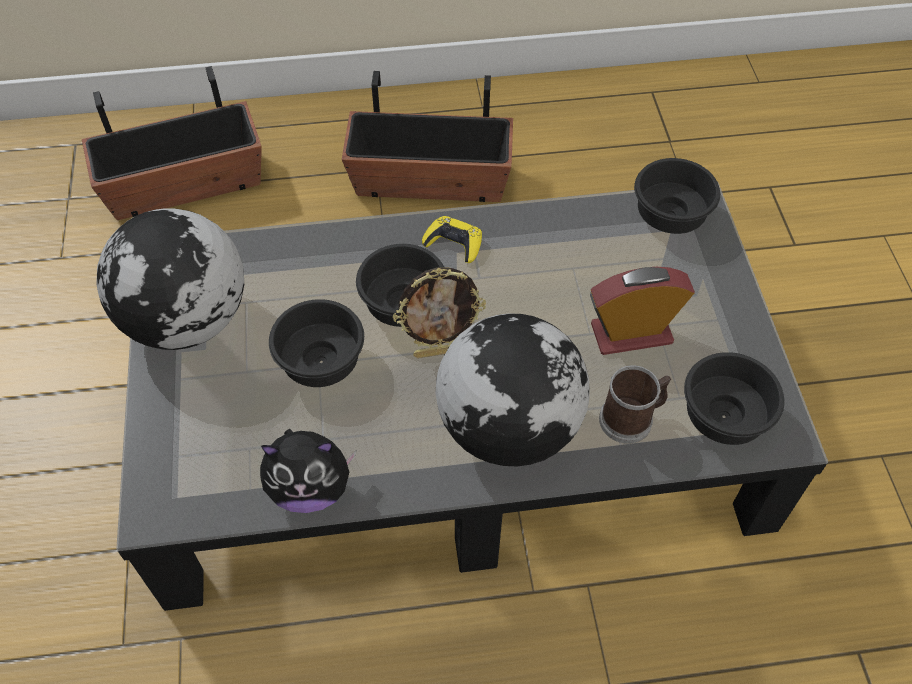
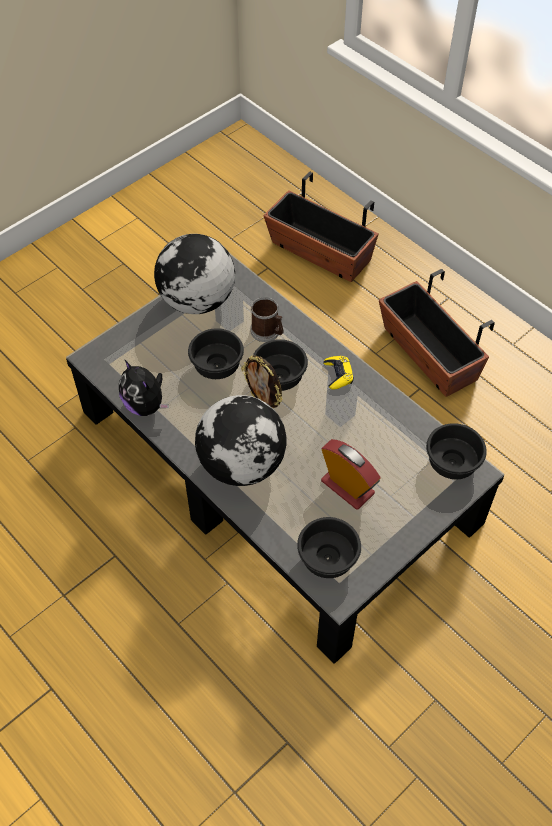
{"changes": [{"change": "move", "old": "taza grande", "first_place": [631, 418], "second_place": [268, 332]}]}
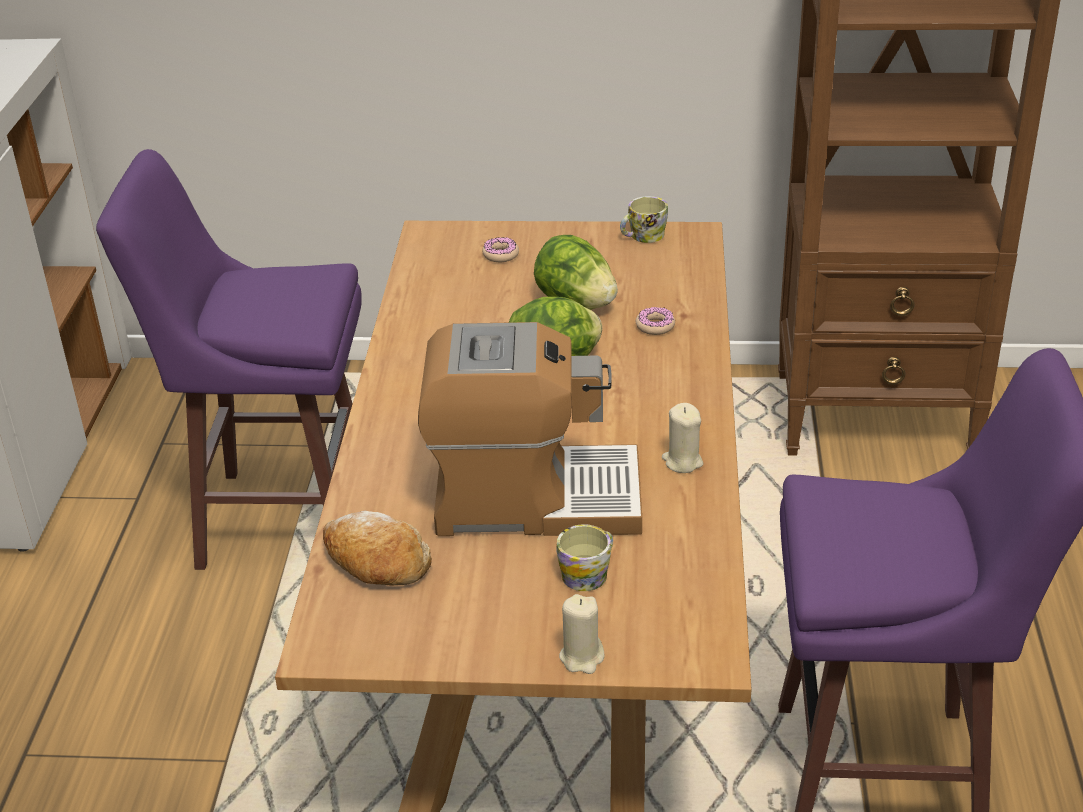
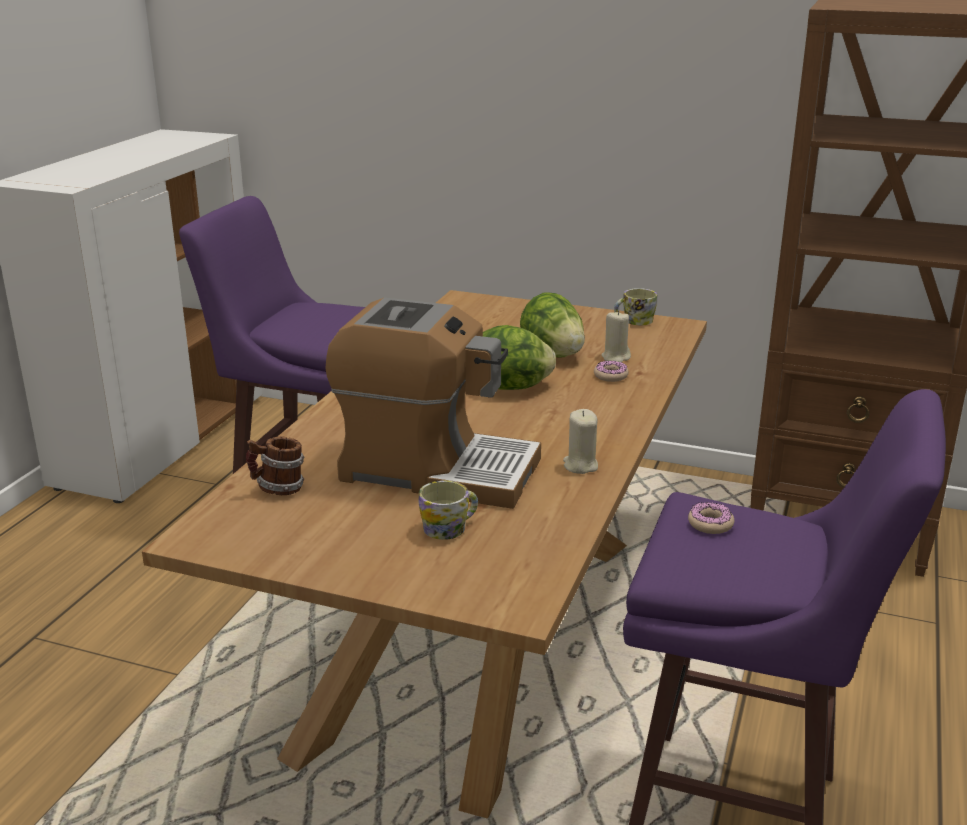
{"changes": [{"change": "move", "old": "rosquilla", "first_place": [500, 255], "second_place": [710, 524]}, {"change": "replace", "old": "pan", "new": "taza grande", "first_place": [376, 562], "second_place": [278, 489]}, {"change": "move", "old": "vela (beis)", "first_place": [582, 657], "second_place": [616, 357]}]}
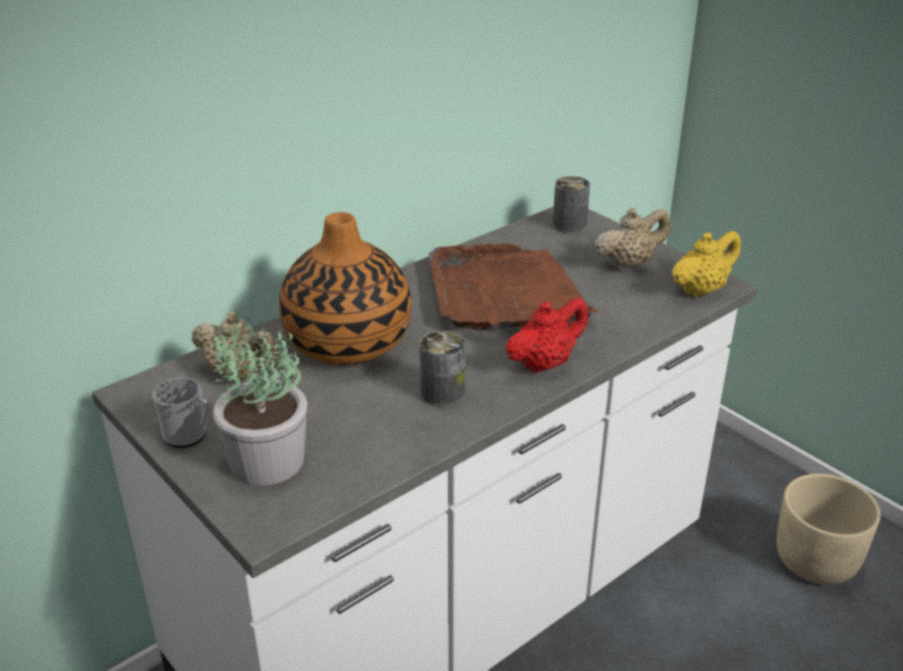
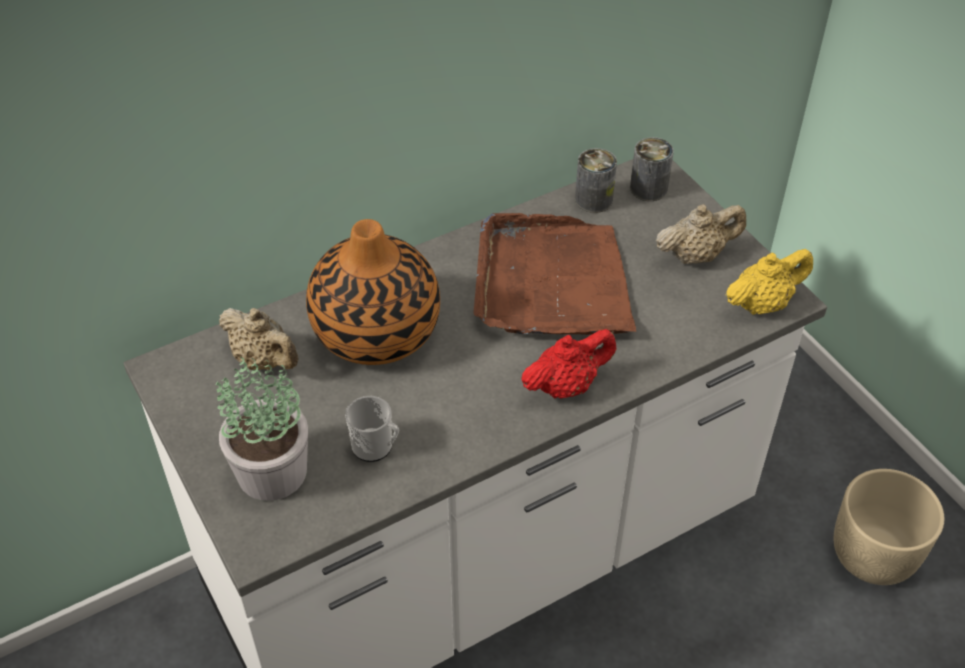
{"changes": [{"change": "move", "old": "lata", "first_place": [442, 392], "second_place": [593, 199]}, {"change": "move", "old": "taza grande", "first_place": [189, 435], "second_place": [376, 447]}]}
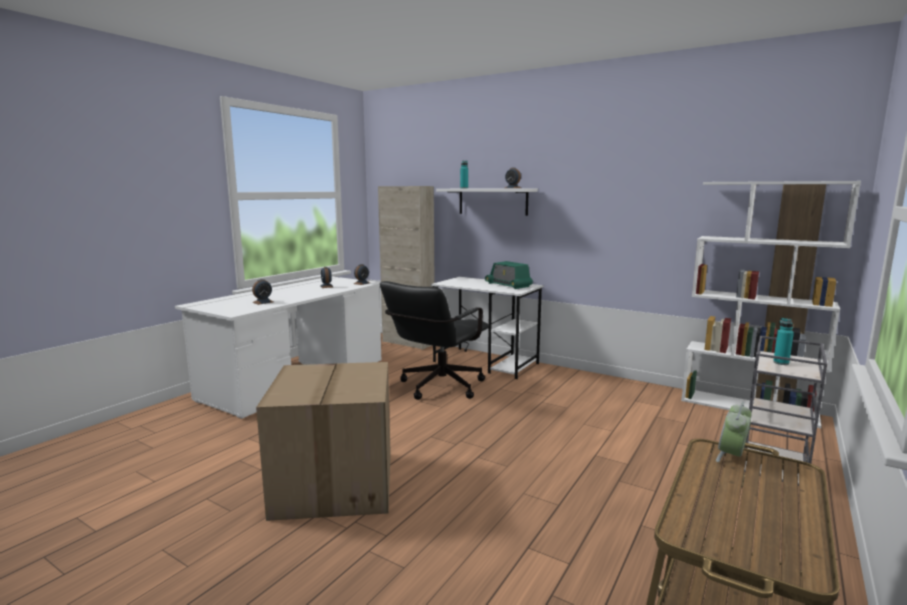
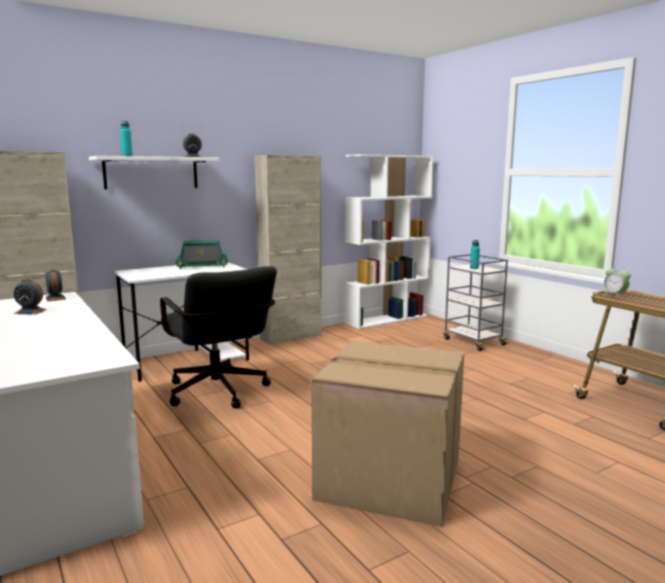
{"changes": [{"change": "delete", "old": "despertador", "first_place": [263, 302]}, {"change": "insert", "new": "armario (beis)", "second_place": [291, 337]}]}
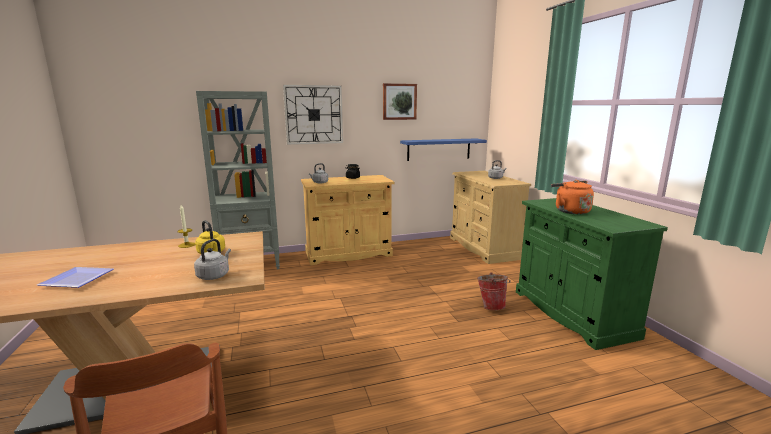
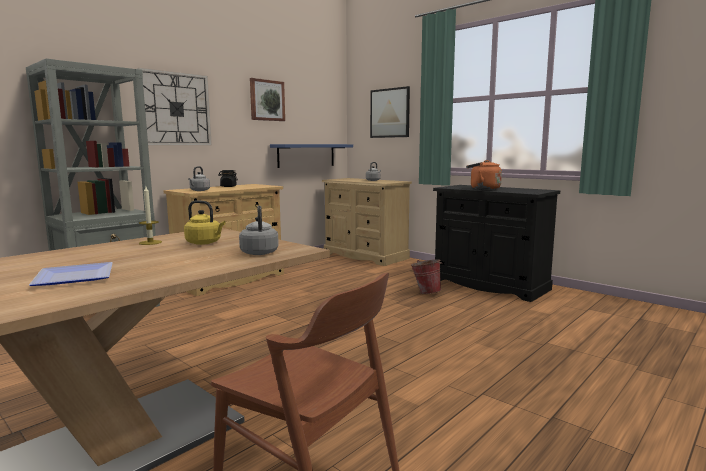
{"changes": [{"change": "recolor", "old": "armario (verde)", "new": "armario (negro)", "first_place": [572, 313], "second_place": [489, 285]}, {"change": "insert", "new": "cuadro", "second_place": [390, 113]}]}
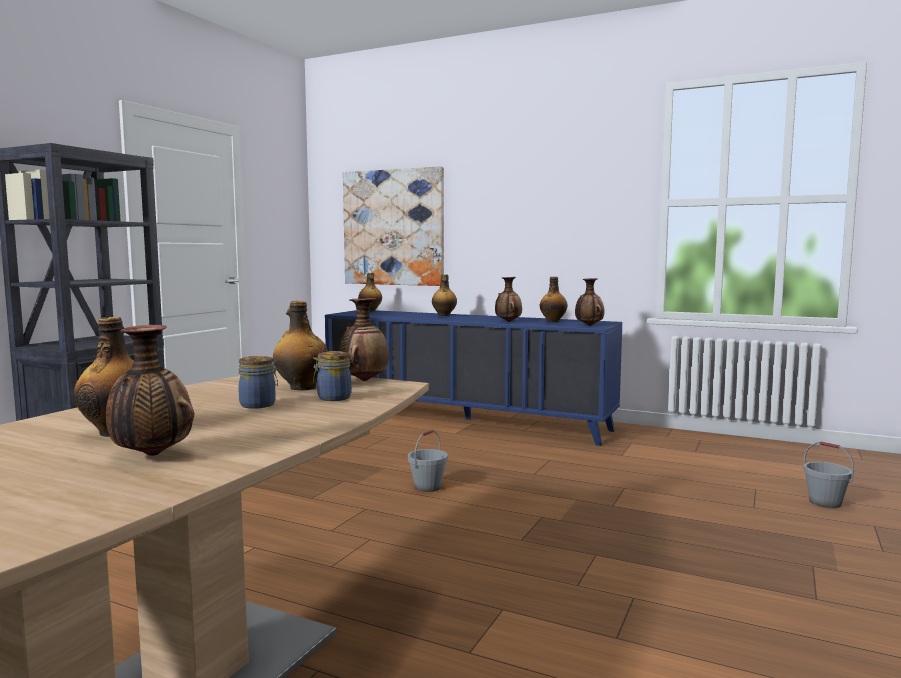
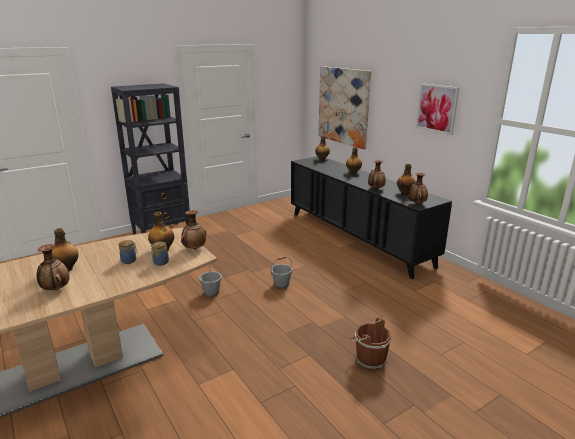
{"changes": [{"change": "recolor", "old": "armario (azul)", "new": "armario (negro)", "first_place": [465, 420], "second_place": [357, 238]}, {"change": "move", "old": "cubo (gris)", "first_place": [825, 502], "second_place": [211, 293]}, {"change": "insert", "new": "cuadro", "second_place": [437, 108]}, {"change": "insert", "new": "cubo (marrón)", "second_place": [369, 359]}]}
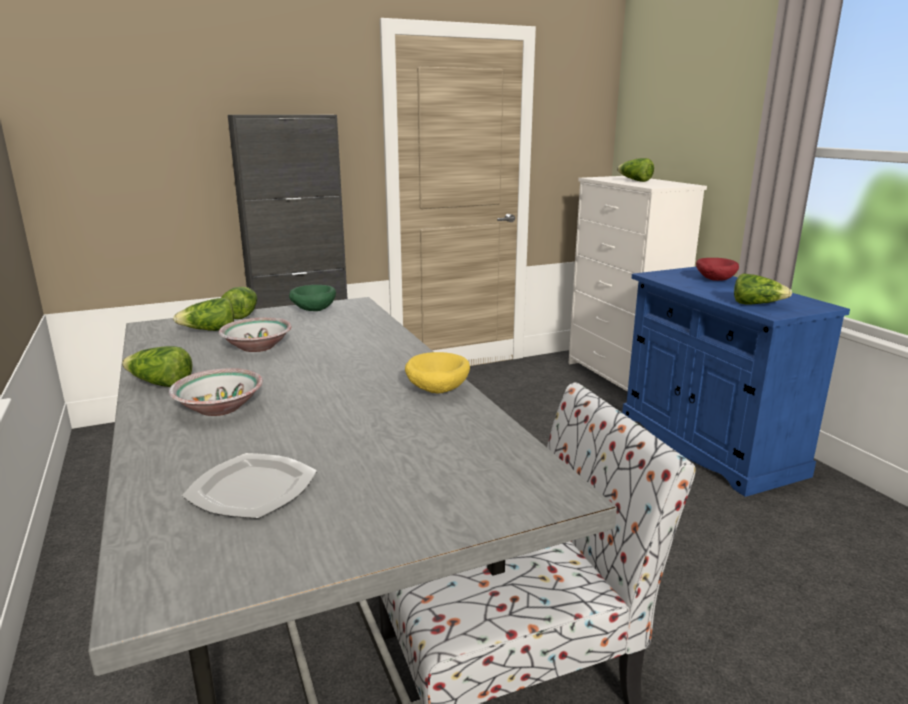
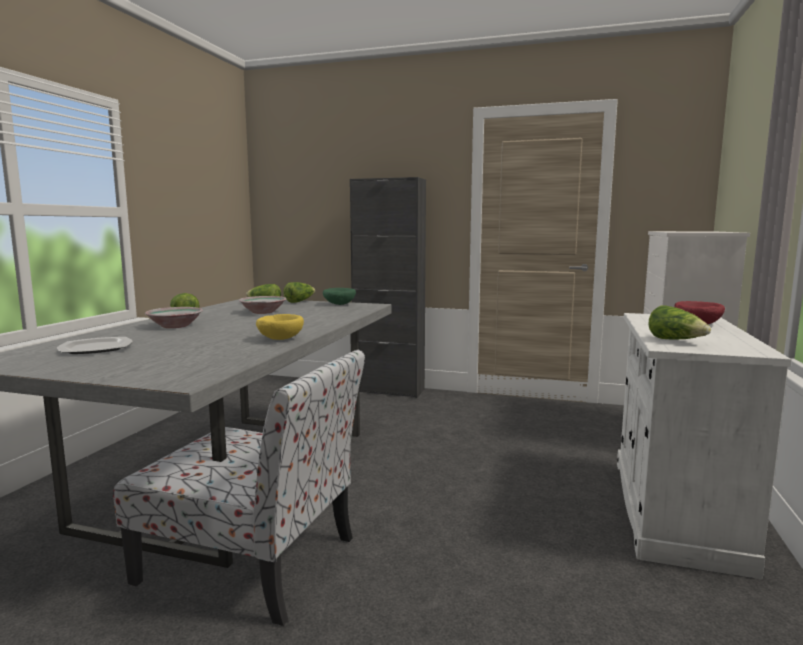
{"changes": [{"change": "delete", "old": "lechuga", "first_place": [634, 180]}, {"change": "recolor", "old": "armario (azul)", "new": "armario (blanco)", "first_place": [708, 444], "second_place": [674, 510]}]}
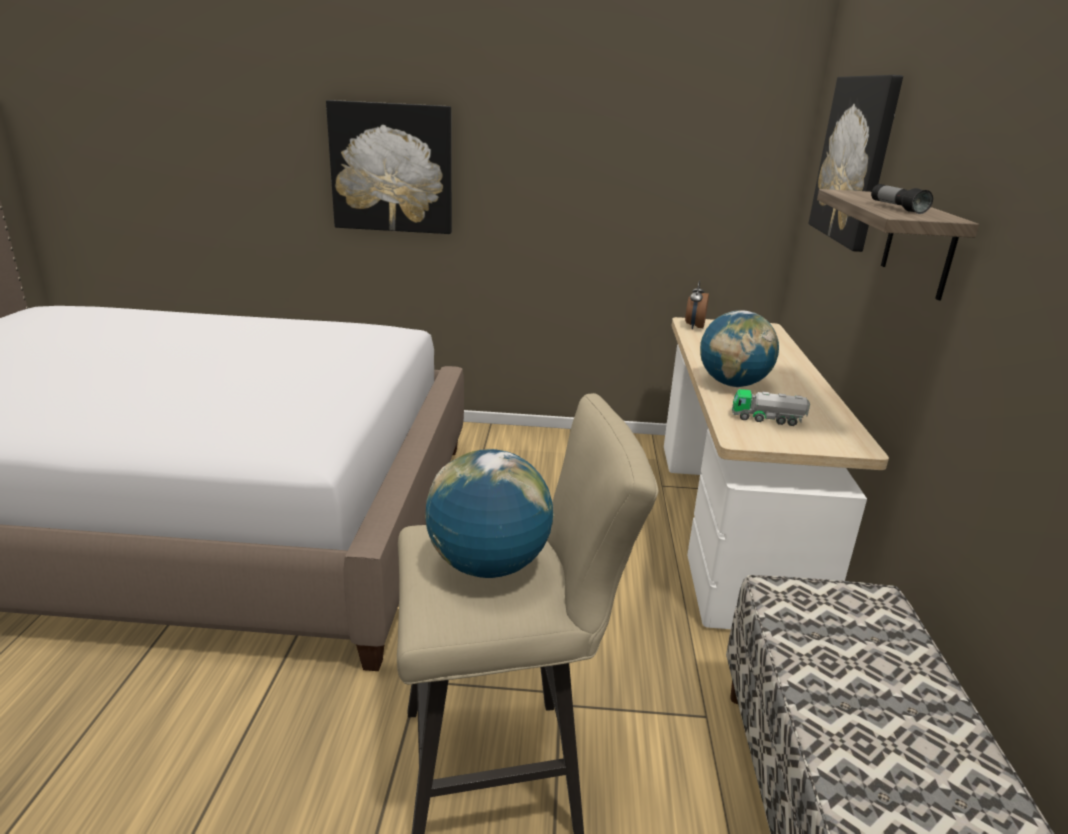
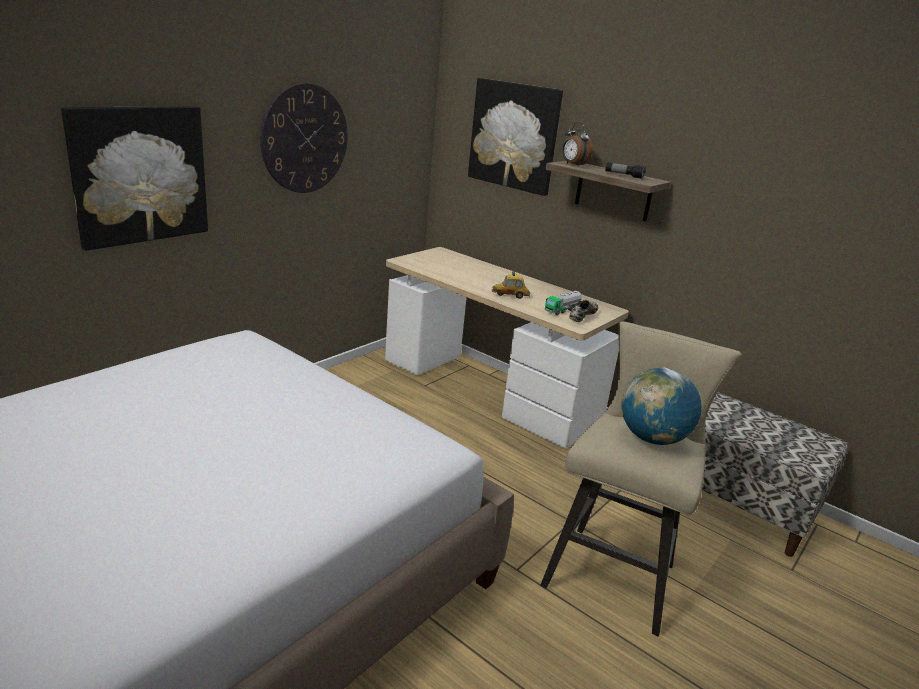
{"changes": [{"change": "move", "old": "despertador", "first_place": [694, 326], "second_place": [573, 165]}, {"change": "replace", "old": "globo terráqueo", "new": "coche de juguete", "first_place": [732, 384], "second_place": [510, 296]}, {"change": "insert", "new": "reloj de pared", "second_place": [305, 139]}, {"change": "insert", "new": "zapato", "second_place": [583, 317]}]}
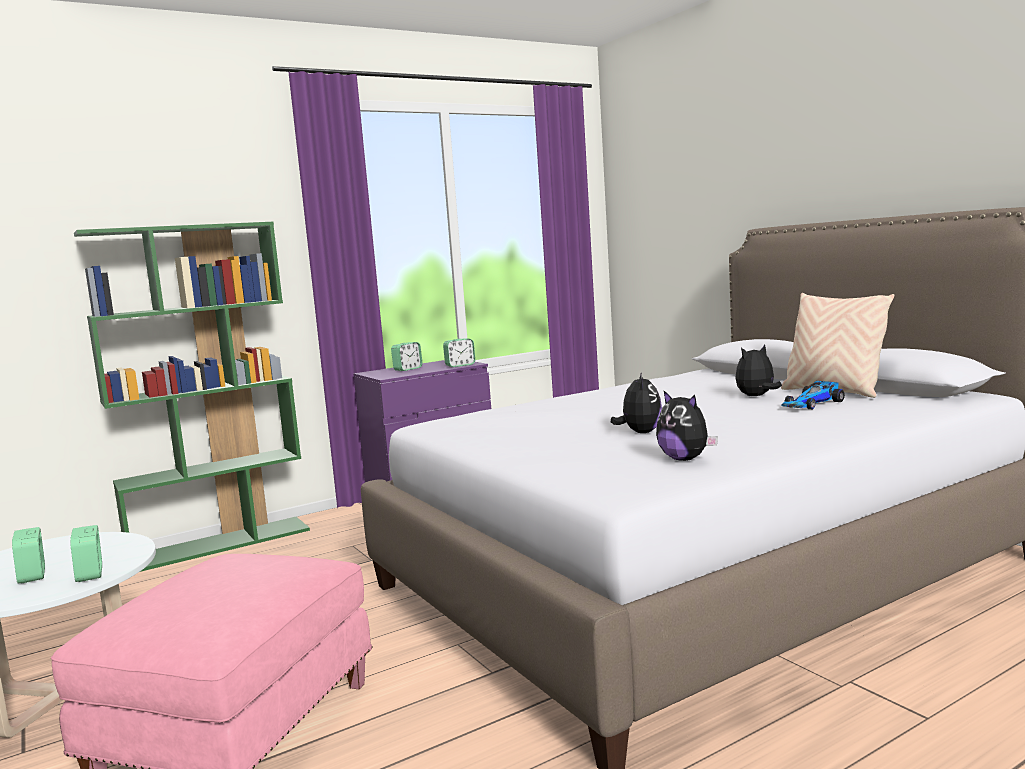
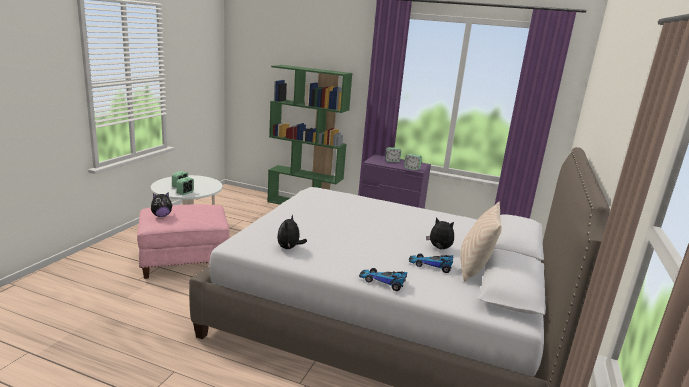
{"changes": [{"change": "move", "old": "peluche", "first_place": [640, 433], "second_place": [161, 216]}, {"change": "insert", "new": "coche de juguete", "second_place": [383, 281]}]}
